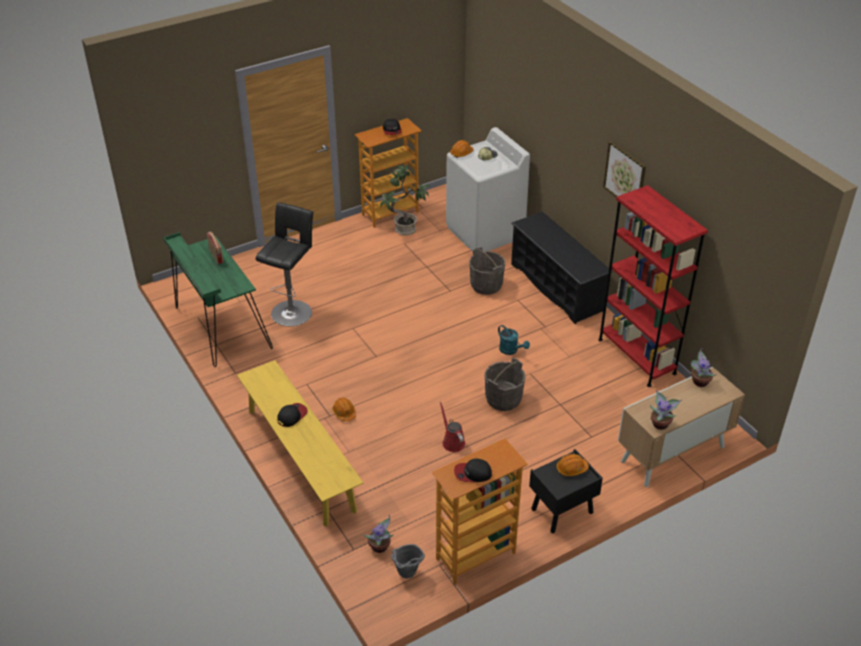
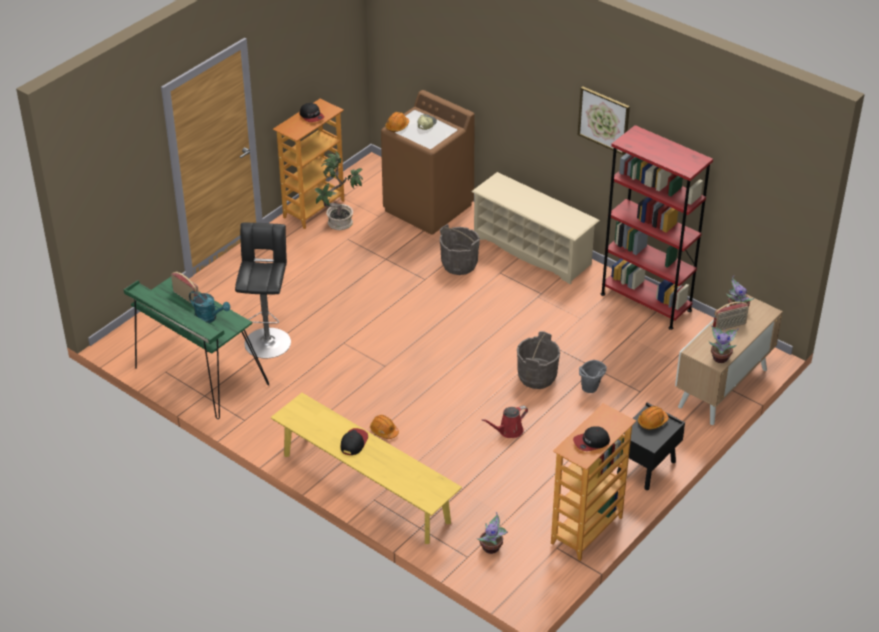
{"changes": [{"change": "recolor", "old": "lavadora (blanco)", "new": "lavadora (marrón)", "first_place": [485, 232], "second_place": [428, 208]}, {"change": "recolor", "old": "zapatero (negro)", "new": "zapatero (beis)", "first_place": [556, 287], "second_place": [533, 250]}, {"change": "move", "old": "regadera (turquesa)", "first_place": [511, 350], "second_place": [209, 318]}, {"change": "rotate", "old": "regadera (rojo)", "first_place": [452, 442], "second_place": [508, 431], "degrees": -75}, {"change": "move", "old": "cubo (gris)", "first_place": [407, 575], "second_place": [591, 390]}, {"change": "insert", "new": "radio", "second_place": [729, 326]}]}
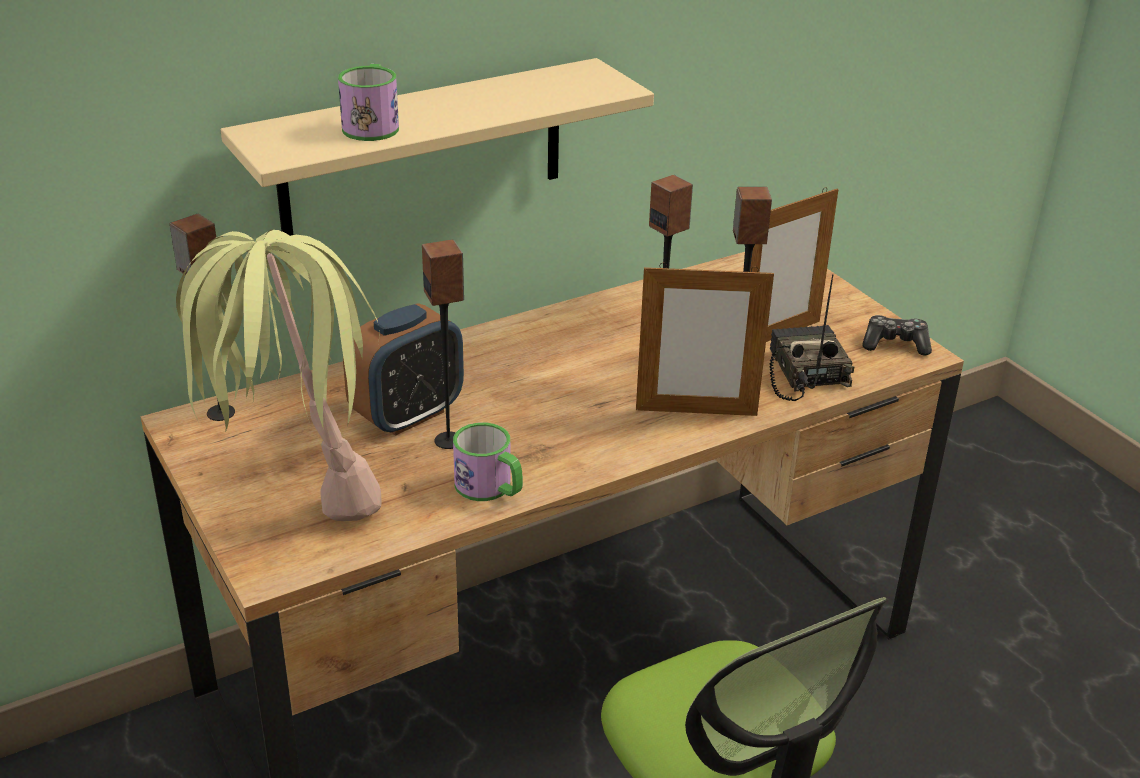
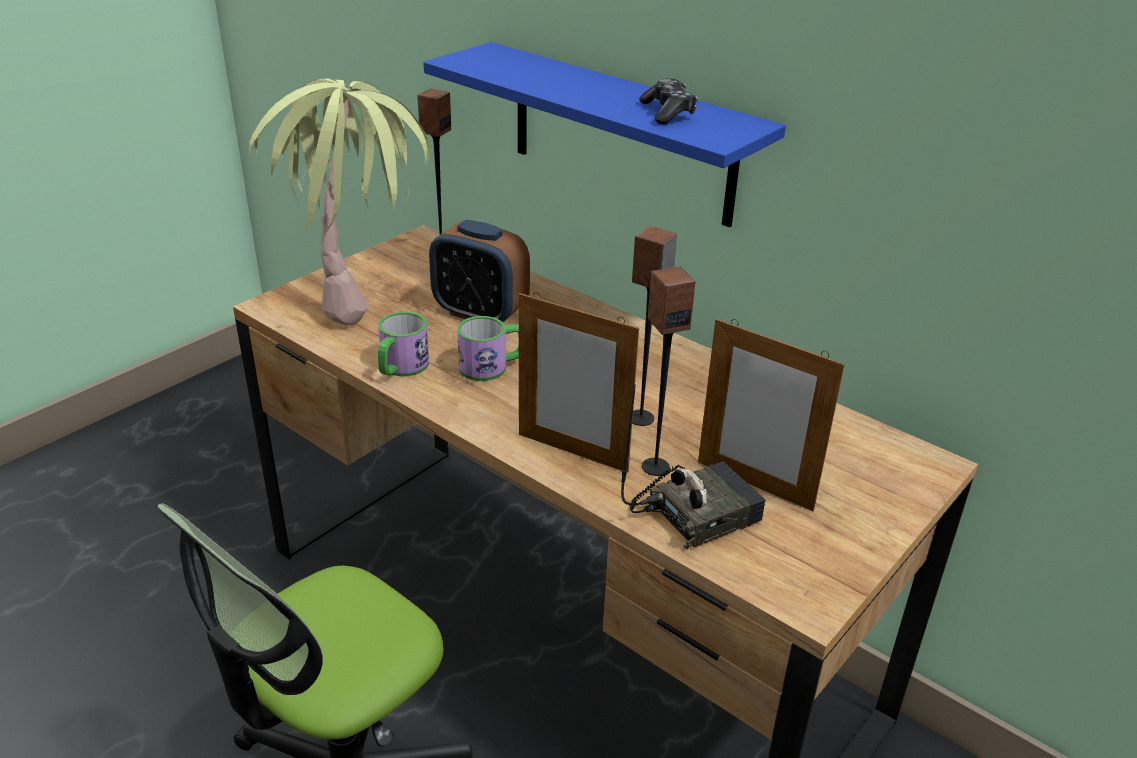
{"changes": [{"change": "recolor", "old": "estante (beis)", "new": "estante (azul)", "first_place": [423, 149], "second_place": [621, 134]}, {"change": "move", "old": "taza grande", "first_place": [372, 125], "second_place": [491, 366]}, {"change": "delete", "old": "altavoz", "first_place": [449, 440]}, {"change": "rotate", "old": "portarretratos", "first_place": [696, 412], "second_place": [572, 452], "degrees": -45}, {"change": "move", "old": "mando de consola", "first_place": [895, 344], "second_place": [668, 112]}]}
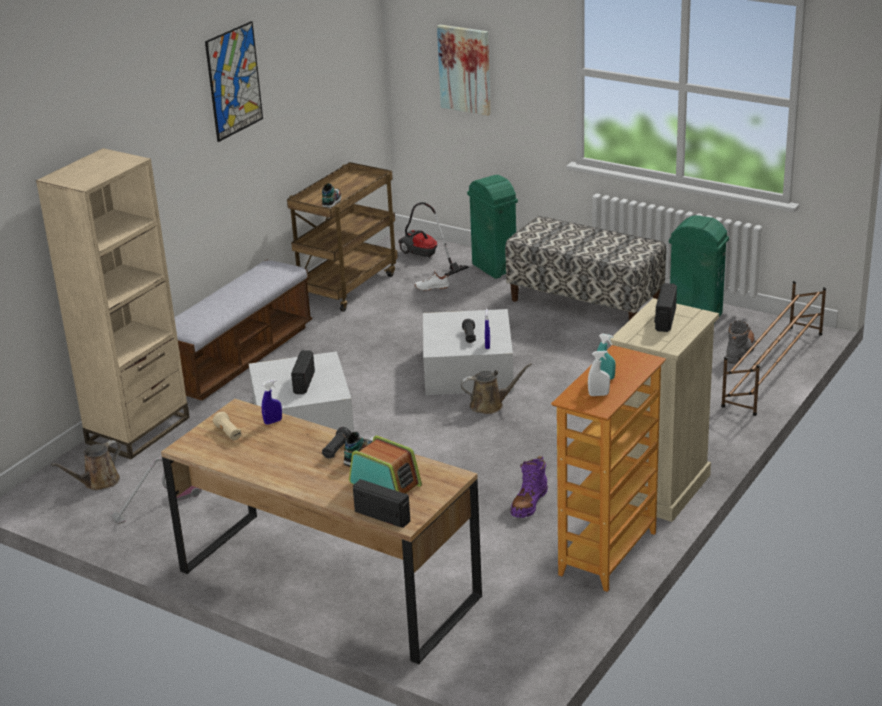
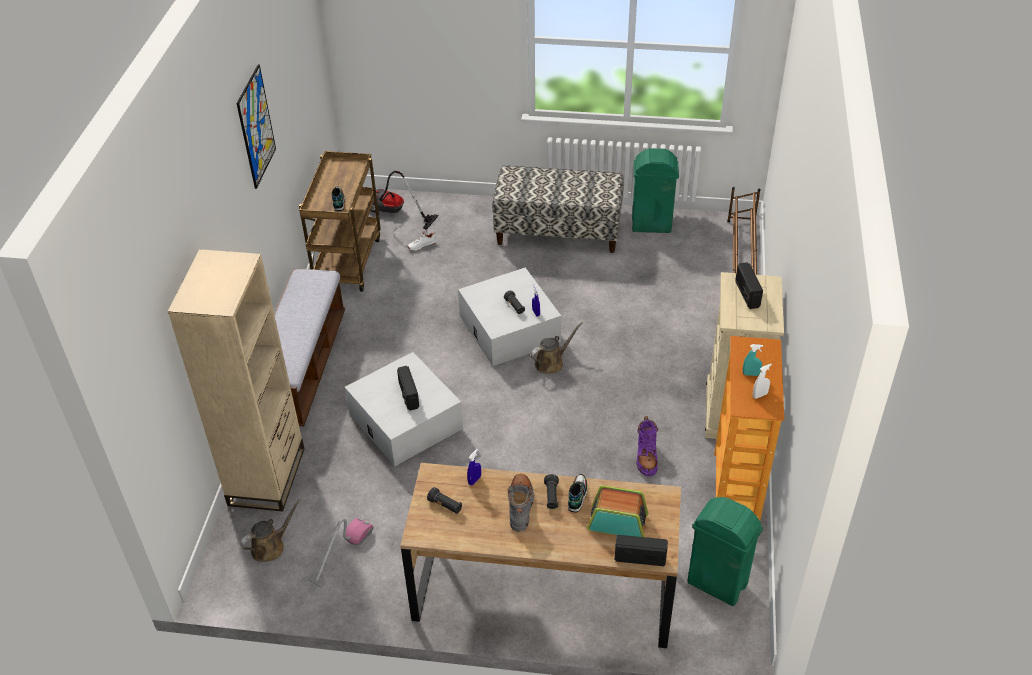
{"changes": [{"change": "delete", "old": "cuadro", "first_place": [465, 69]}, {"change": "move", "old": "papelera (verde)", "first_place": [494, 268], "second_place": [717, 584]}, {"change": "move", "old": "bota (gris)", "first_place": [740, 351], "second_place": [520, 506]}, {"change": "recolor", "old": "linterna (beis)", "new": "linterna (negro)", "first_place": [228, 433], "second_place": [445, 505]}, {"change": "rotate", "old": "regadera (marrón)", "first_place": [98, 482], "second_place": [270, 546], "degrees": -150}]}
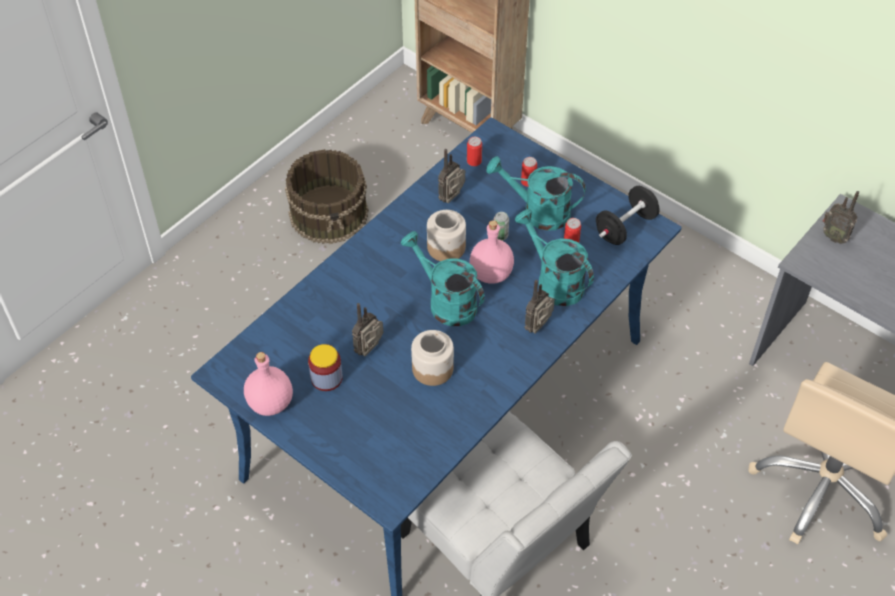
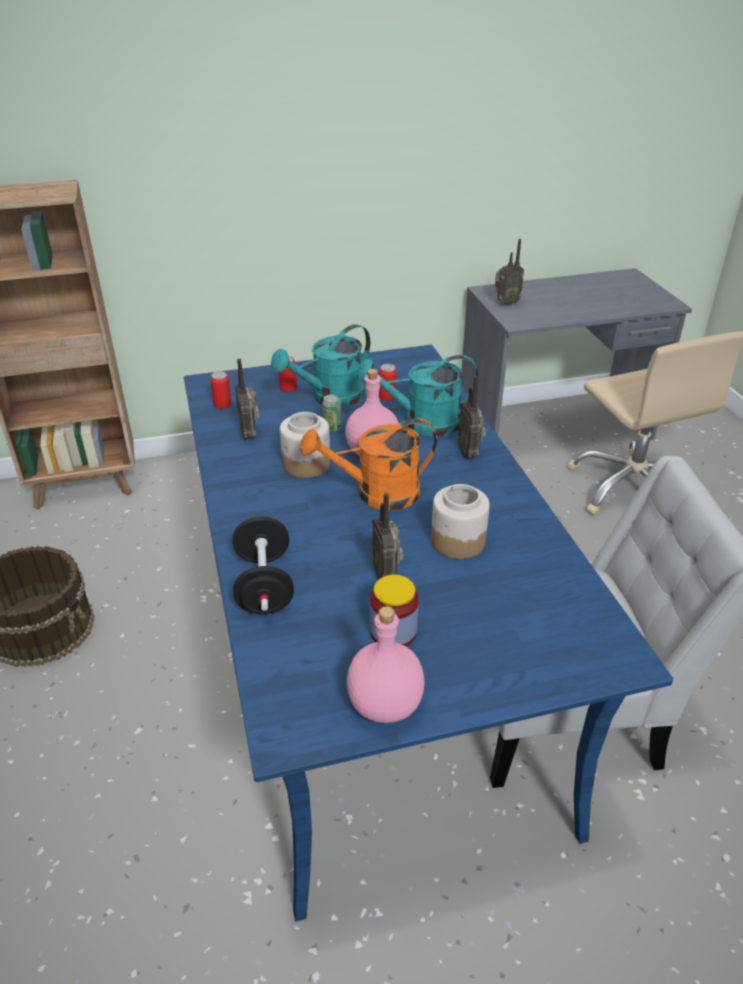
{"changes": [{"change": "move", "old": "mancuerna (negro)", "first_place": [625, 227], "second_place": [264, 585]}, {"change": "recolor", "old": "regadera (turquesa)", "new": "regadera (naranja)", "first_place": [445, 302], "second_place": [376, 494]}]}
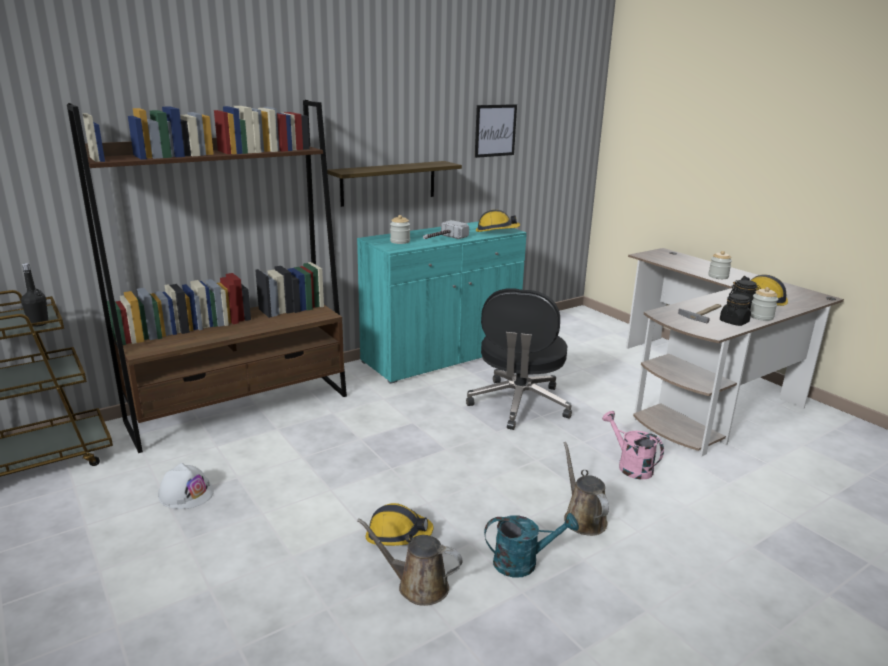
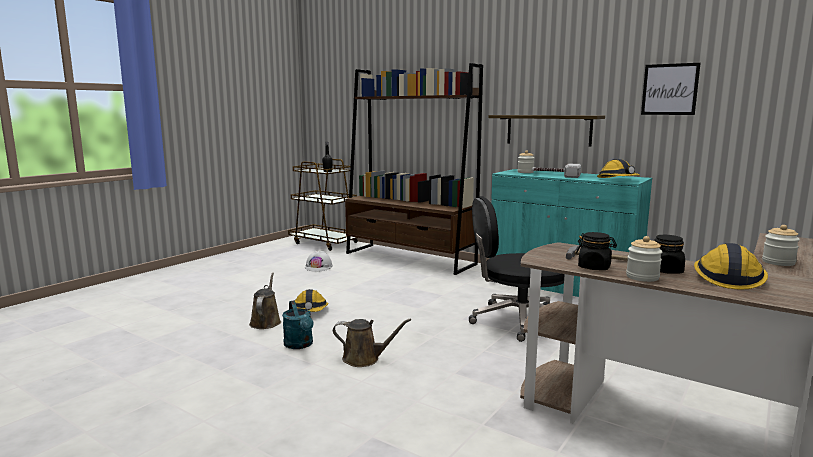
{"changes": [{"change": "delete", "old": "regadera (rosa)", "first_place": [630, 466]}, {"change": "rotate", "old": "regadera (marrón)", "first_place": [583, 518], "second_place": [364, 359], "degrees": 45}]}
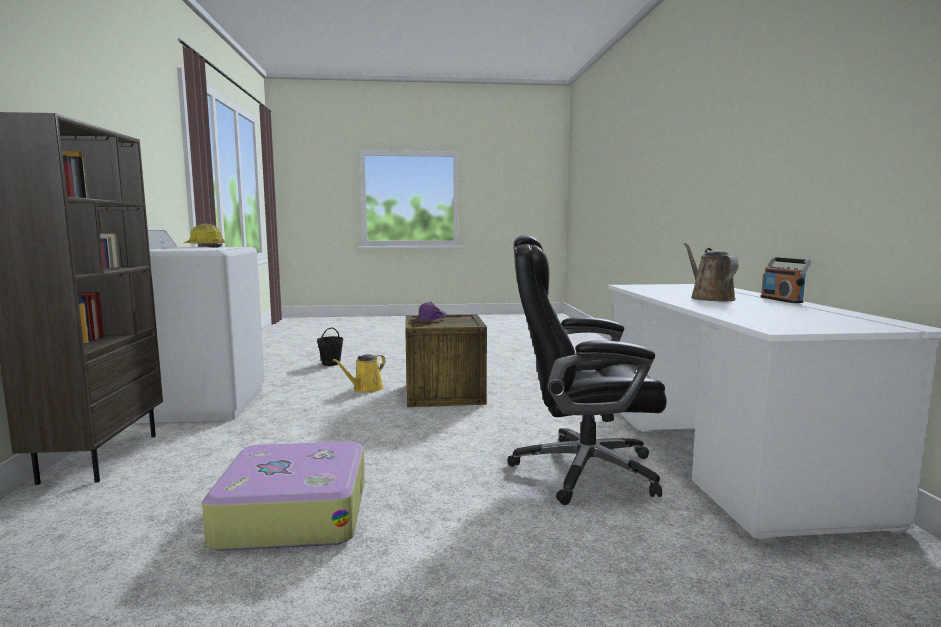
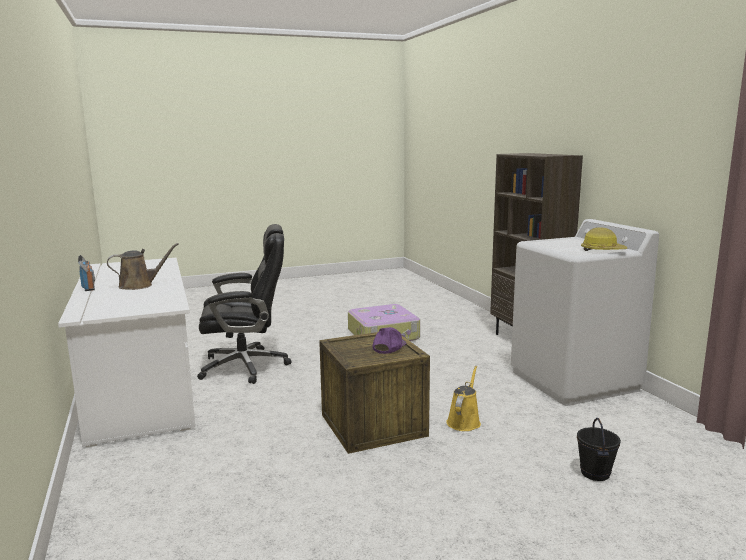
{"changes": [{"change": "rotate", "old": "regadera (marrón)", "first_place": [709, 298], "second_place": [139, 285], "degrees": -90}]}
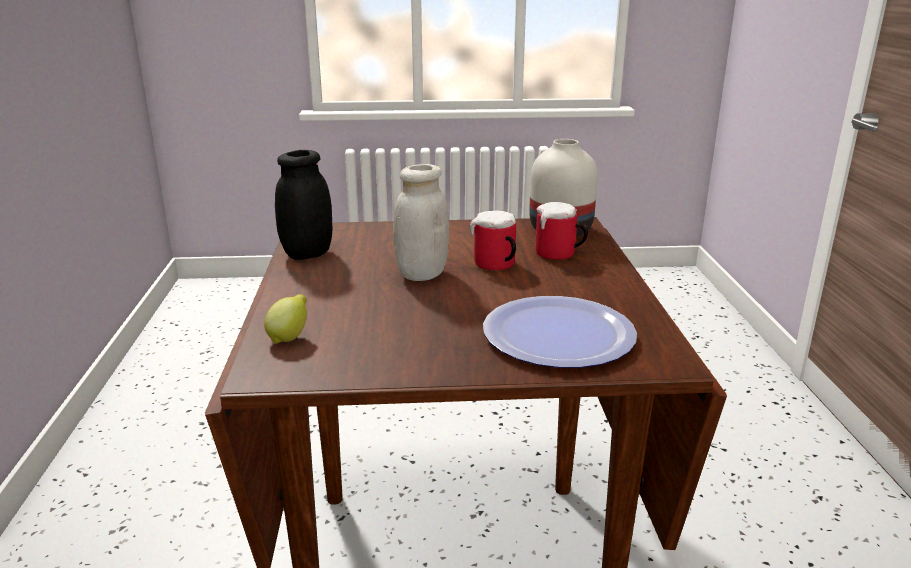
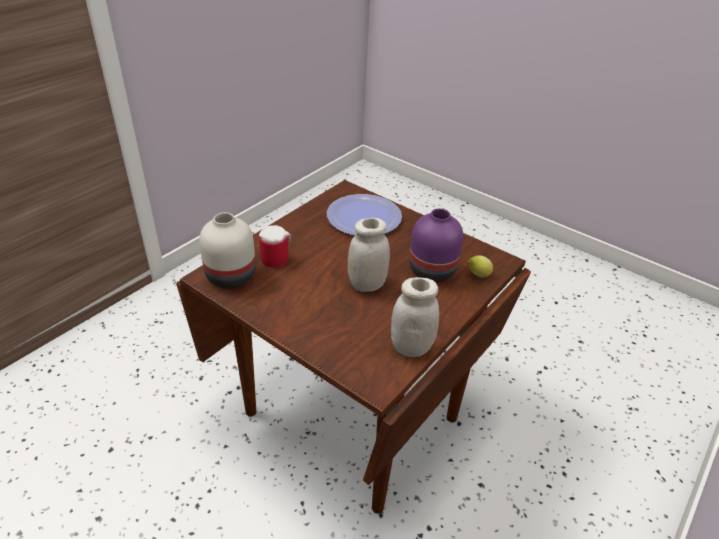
{"changes": [{"change": "recolor", "old": "tarro (negro)", "new": "tarro (blanco)", "first_place": [307, 254], "second_place": [411, 347]}, {"change": "delete", "old": "taza grande", "first_place": [496, 266]}, {"change": "insert", "new": "florero (morado)", "second_place": [431, 271]}]}
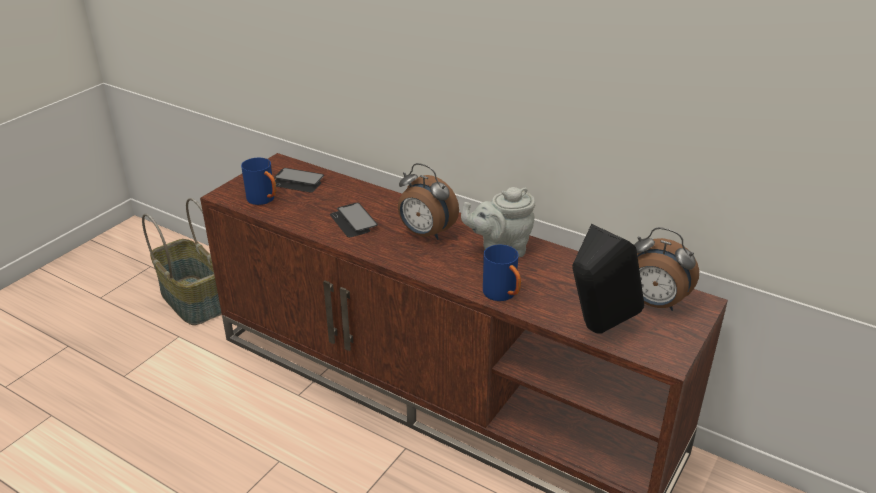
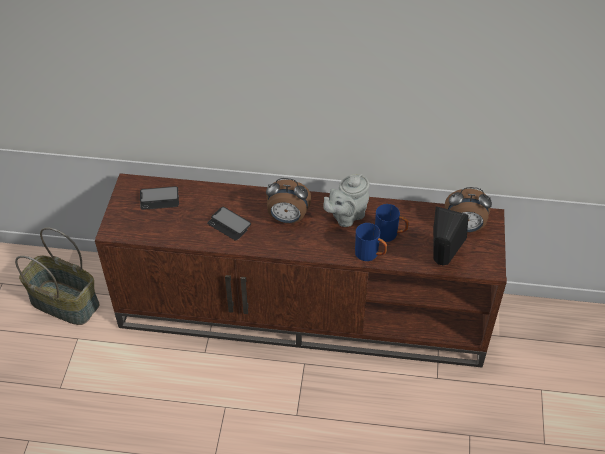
{"changes": [{"change": "move", "old": "taza grande (azul)", "first_place": [264, 200], "second_place": [390, 234]}]}
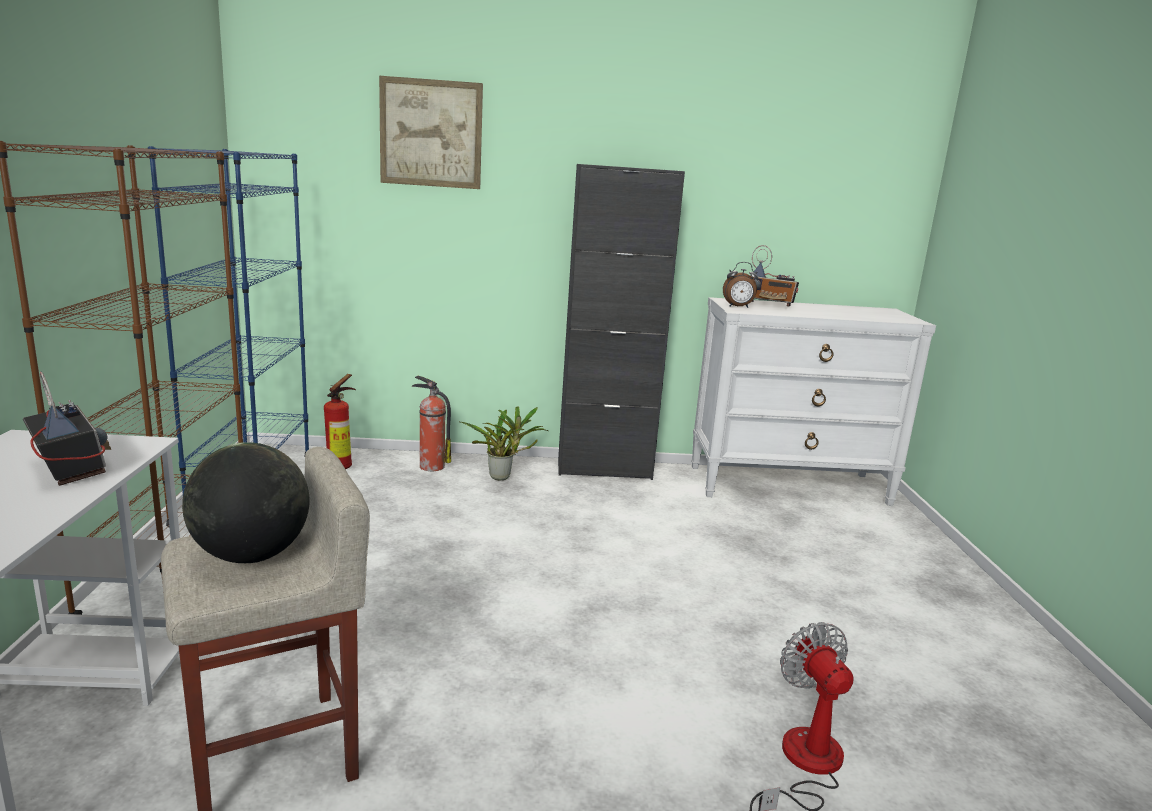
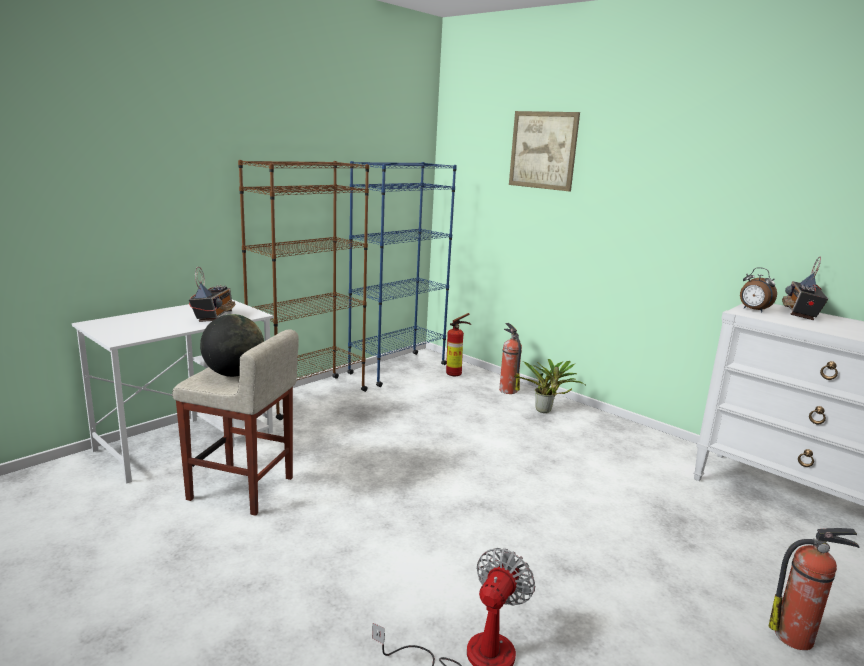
{"changes": [{"change": "delete", "old": "armario (negro)", "first_place": [604, 469]}, {"change": "rotate", "old": "radio", "first_place": [769, 305], "second_place": [800, 314], "degrees": 45}, {"change": "insert", "new": "extintor", "second_place": [796, 637]}]}
